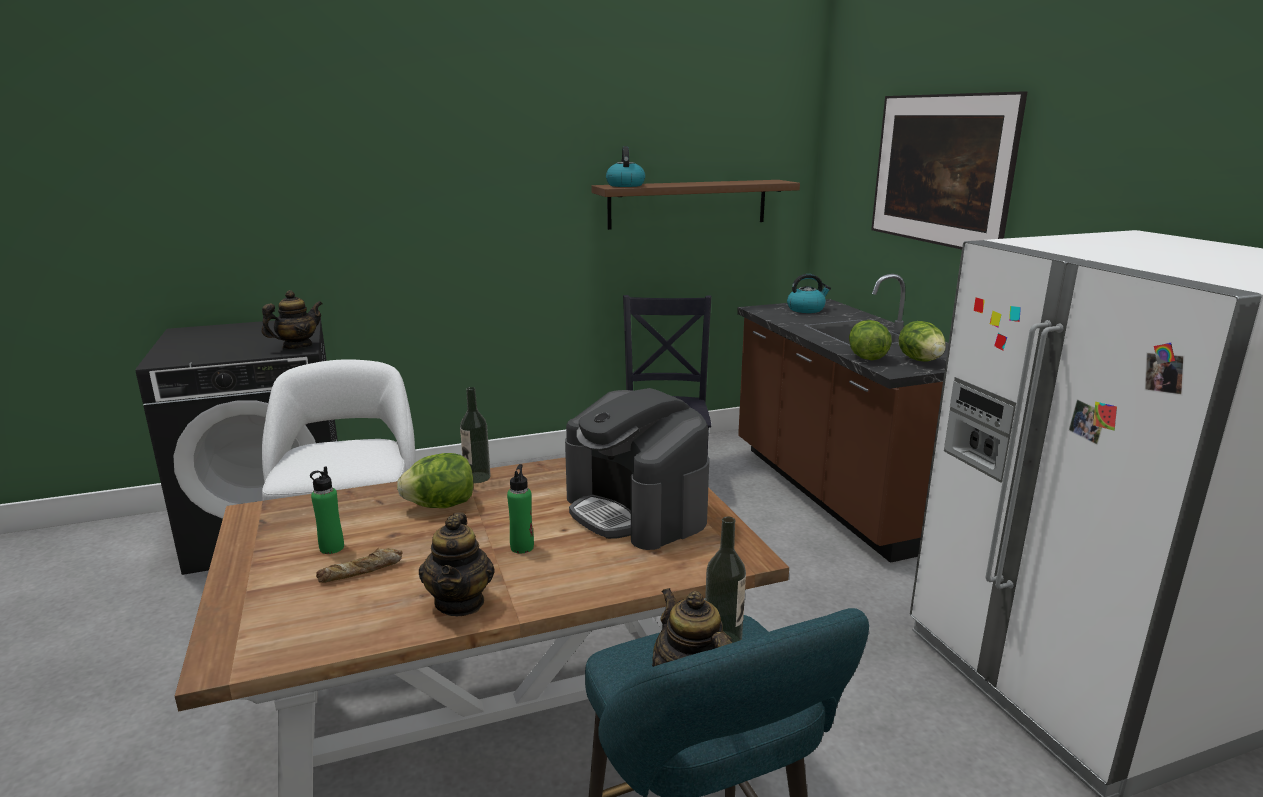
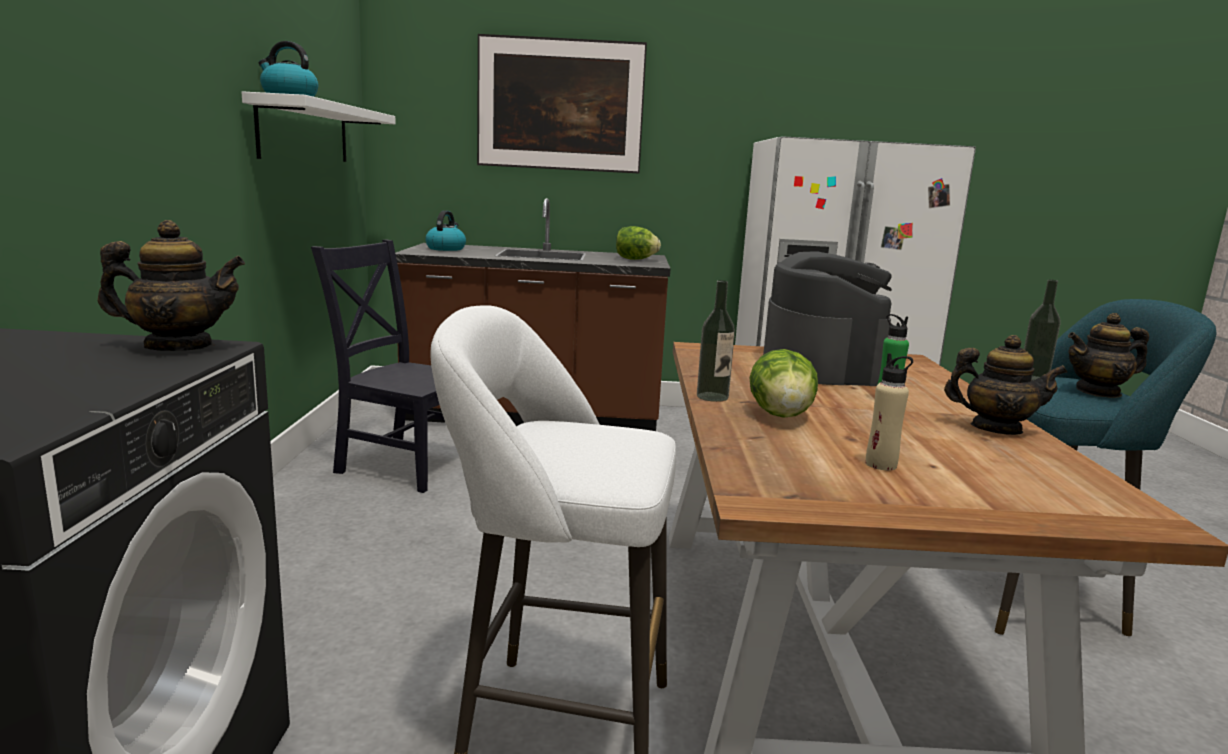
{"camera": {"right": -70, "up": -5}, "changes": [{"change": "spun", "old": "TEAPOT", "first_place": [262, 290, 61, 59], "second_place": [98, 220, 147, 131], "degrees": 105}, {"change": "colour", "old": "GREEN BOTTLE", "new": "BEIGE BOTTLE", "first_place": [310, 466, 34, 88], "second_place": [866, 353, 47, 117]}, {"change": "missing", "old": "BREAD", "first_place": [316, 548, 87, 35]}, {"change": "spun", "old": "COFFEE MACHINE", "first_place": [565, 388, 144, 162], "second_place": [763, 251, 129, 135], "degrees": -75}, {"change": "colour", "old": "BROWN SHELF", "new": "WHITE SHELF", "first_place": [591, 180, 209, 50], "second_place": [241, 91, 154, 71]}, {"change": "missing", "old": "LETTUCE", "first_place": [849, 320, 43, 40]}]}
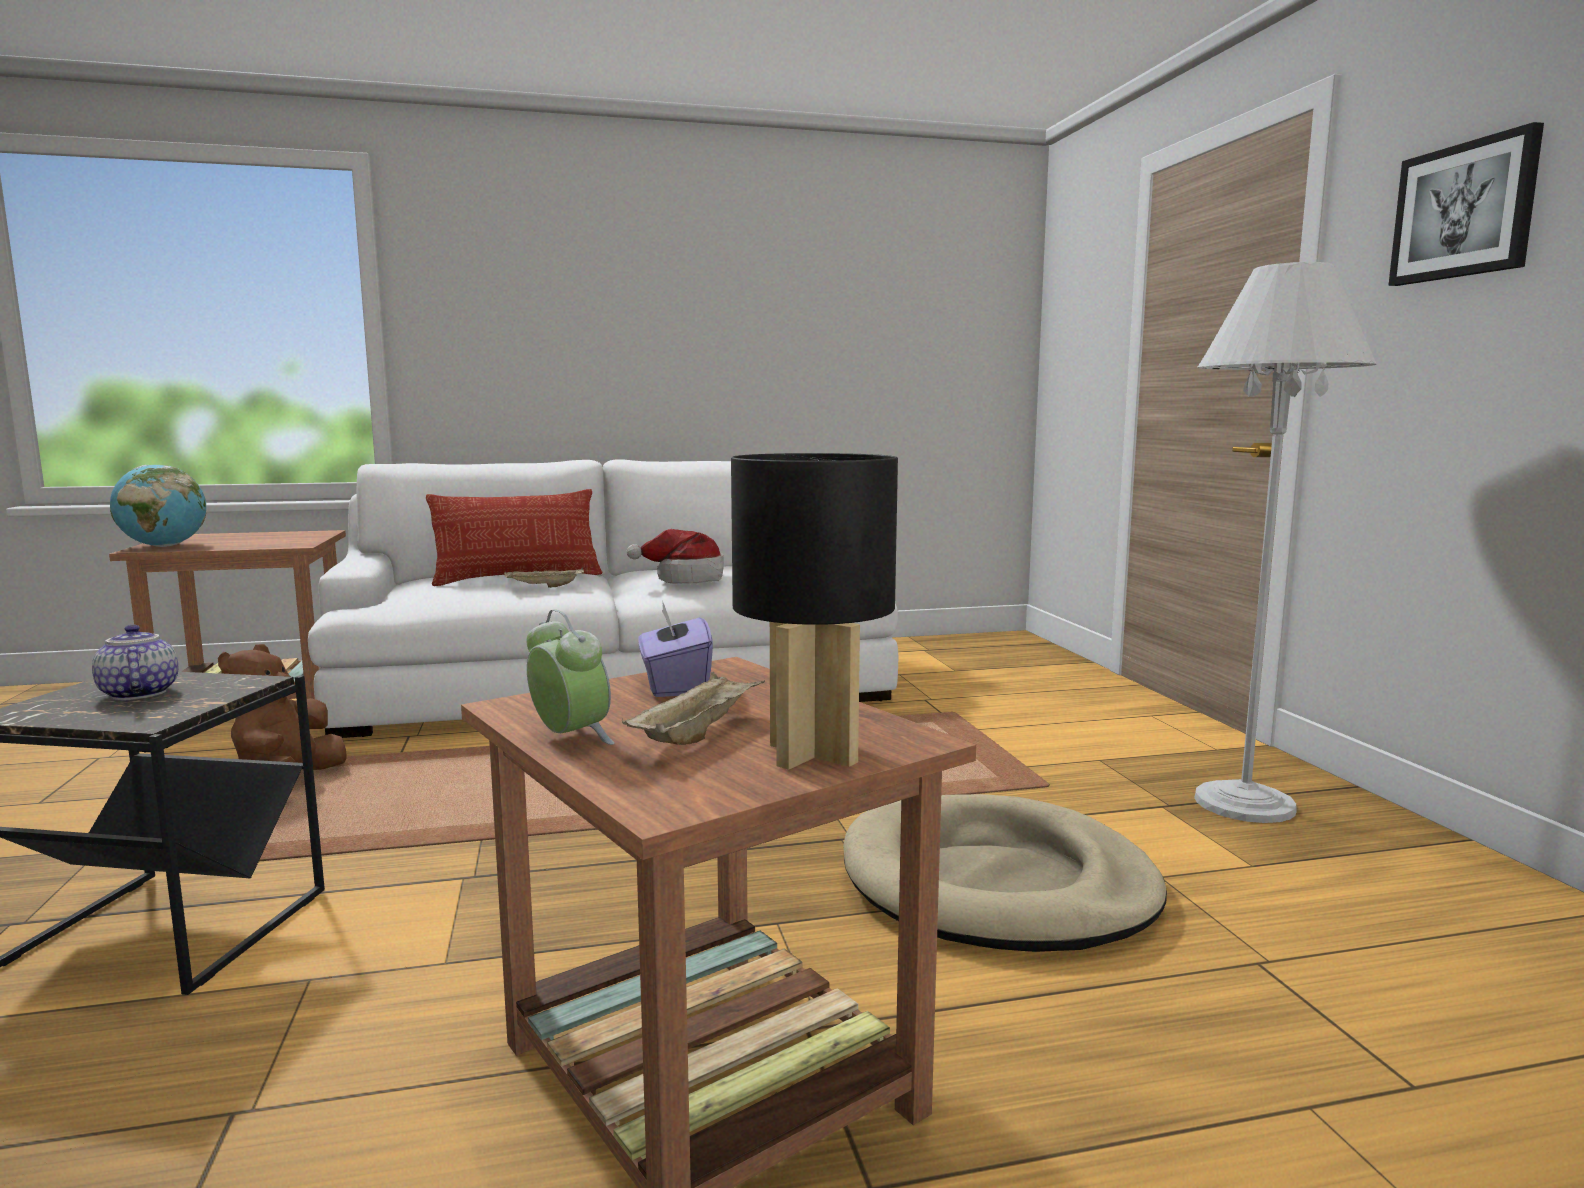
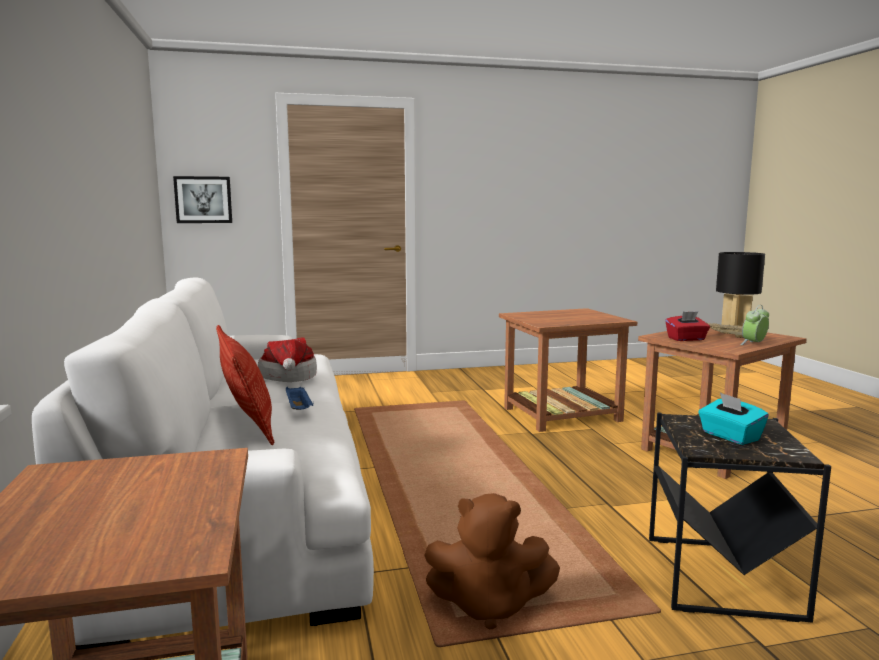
{"camera": {"right": -90, "up": 0}, "changes": [{"change": "exchanged", "old": "TEAPOT", "new": "TURQUOISE TISSUE BOX", "first_place": [92, 625, 86, 75], "second_place": [698, 392, 71, 53]}, {"change": "missing", "old": "GLOBE", "first_place": [110, 465, 96, 82]}, {"change": "colour", "old": "BEIGE TRAY", "new": "BLUE TRAY", "first_place": [504, 567, 80, 21], "second_place": [286, 387, 28, 23]}, {"change": "colour", "old": "PURPLE TISSUE BOX", "new": "RED TISSUE BOX", "first_place": [638, 601, 75, 96], "second_place": [665, 312, 45, 29]}, {"change": "exchanged", "old": "BEIGE DOG BED", "new": "BROWN SIDE TABLE", "first_place": [843, 794, 324, 158], "second_place": [499, 308, 138, 124]}, {"change": "missing", "old": "WHITE FLOOR LAMP", "first_place": [1194, 262, 183, 561]}, {"change": "relocated", "old": "PICTURE", "first_place": [1388, 122, 156, 164], "second_place": [173, 176, 59, 47]}]}
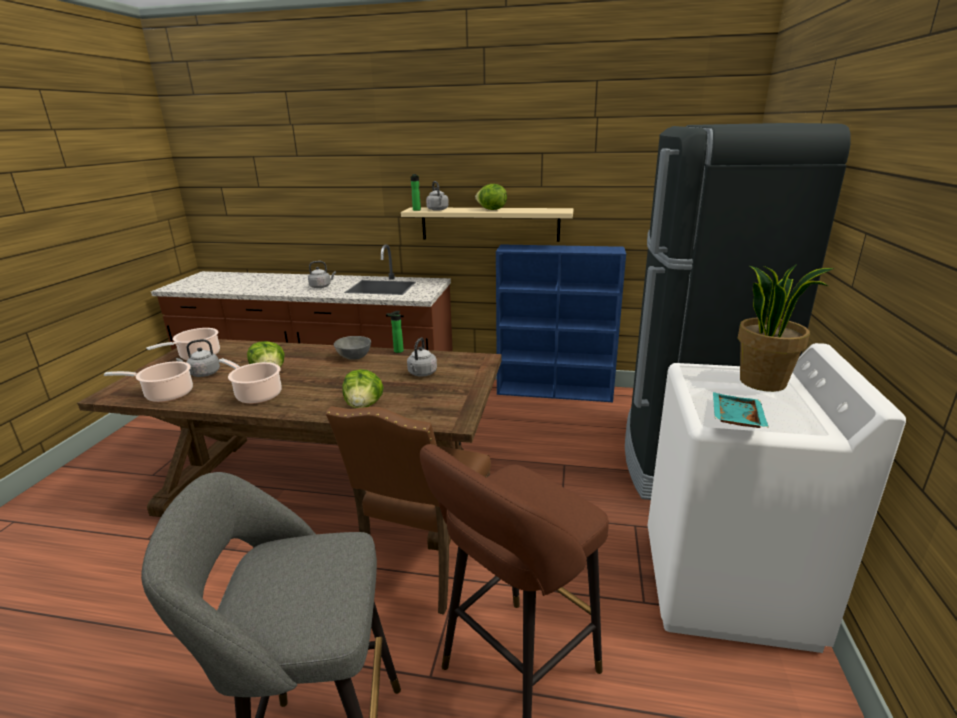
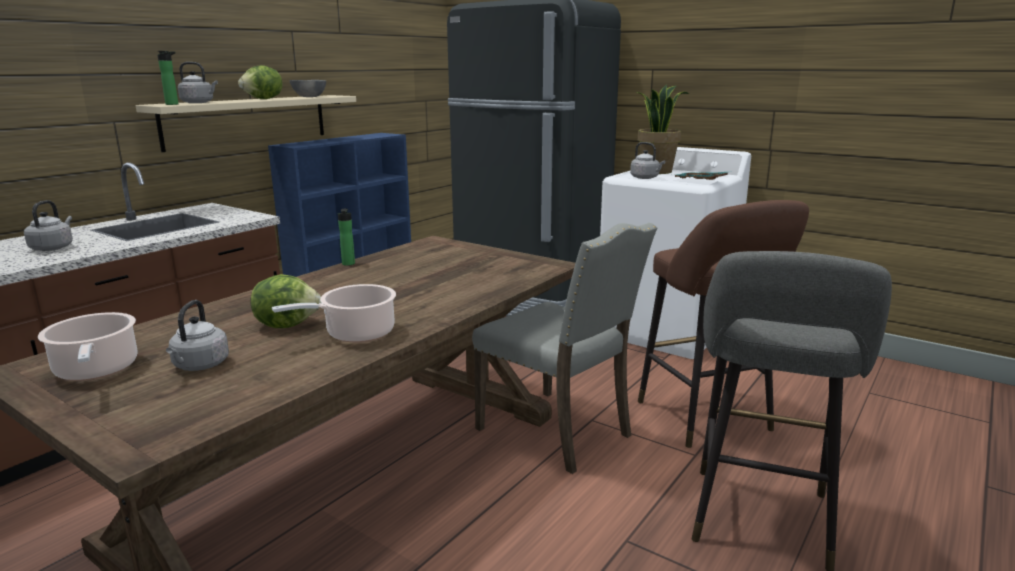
{"camera": {"right": -65, "up": -5}, "changes": [{"change": "missing", "old": "COOKING POT", "first_place": [104, 361, 89, 41]}, {"change": "colour", "old": "BROWN CHAIR", "new": "GREY CHAIR", "first_place": [326, 406, 165, 209], "second_place": [472, 223, 185, 251]}, {"change": "relocated", "old": "GREY BOWL", "first_place": [334, 336, 37, 24], "second_place": [289, 80, 37, 17]}, {"change": "missing", "old": "LETTUCE", "first_place": [343, 369, 41, 39]}, {"change": "relocated", "old": "GREY KETTLE", "first_place": [407, 337, 30, 40], "second_place": [630, 142, 35, 37]}]}
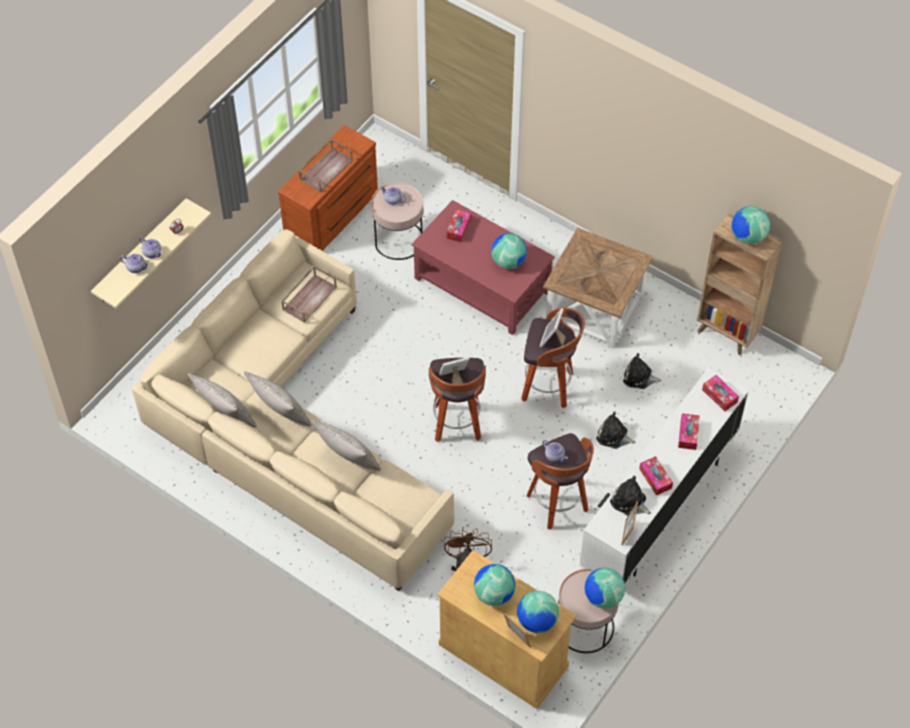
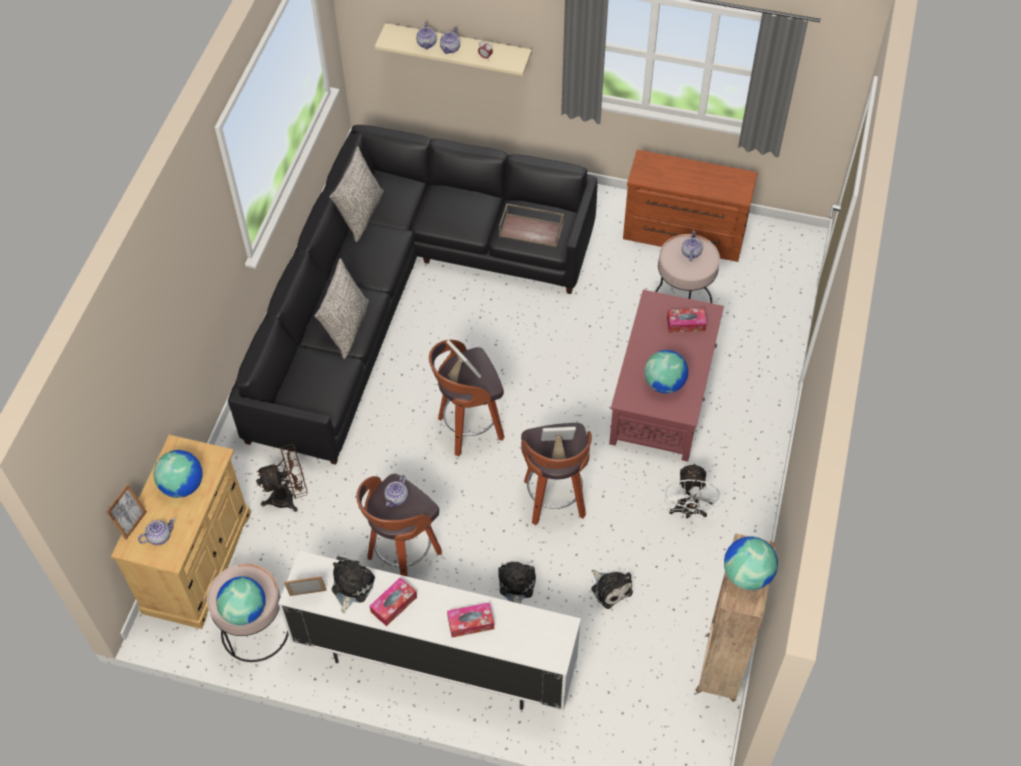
{"camera": {"right": 70, "up": 0}, "changes": [{"change": "colour", "old": "BEIGE SOFA", "new": "BLACK SOFA", "first_place": [132, 229, 322, 362], "second_place": [228, 125, 369, 340]}, {"change": "missing", "old": "GREY PILLOW", "first_place": [244, 371, 68, 56]}, {"change": "missing", "old": "BROWN TRAY", "first_place": [299, 139, 54, 53]}, {"change": "exchanged", "old": "GLOBE", "new": "TEAPOT", "first_place": [517, 591, 42, 42], "second_place": [138, 518, 37, 27]}, {"change": "exchanged", "old": "BROWN SIDE TABLE", "new": "WHITE FAN", "first_place": [543, 228, 110, 120], "second_place": [665, 462, 55, 56]}, {"change": "spun", "old": "PLUSH TOY", "first_place": [623, 353, 38, 36], "second_place": [591, 570, 42, 39], "degrees": 150}, {"change": "missing", "old": "TISSUE BOX", "first_place": [702, 375, 37, 36]}]}
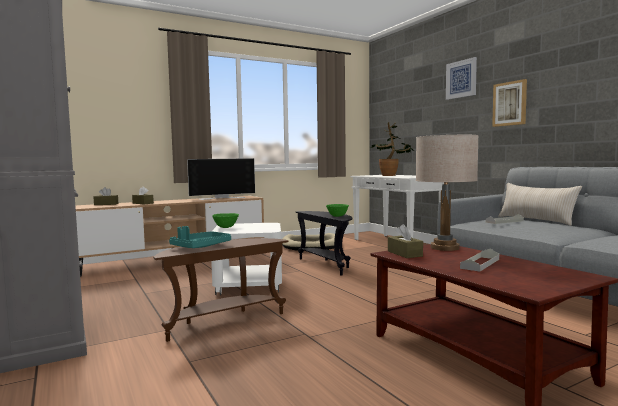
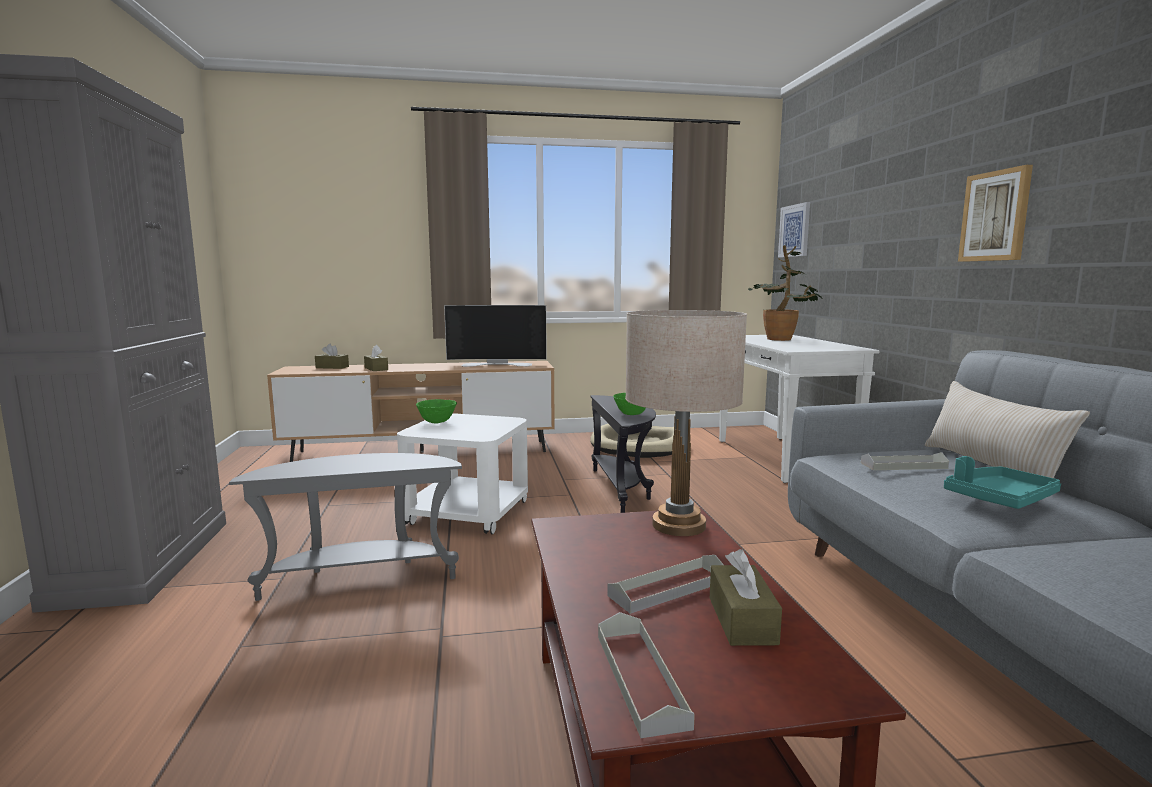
{"camera": {"right": 20, "up": 5}, "changes": [{"change": "colour", "old": "BROWN SIDE TABLE", "new": "GREY SIDE TABLE", "first_place": [153, 238, 136, 104], "second_place": [229, 453, 233, 148]}, {"change": "relocated", "old": "TURQUOISE TRAY", "first_place": [169, 226, 62, 22], "second_place": [944, 456, 117, 53]}, {"change": "relocated", "old": "BROWN TISSUE BOX", "first_place": [388, 224, 35, 34], "second_place": [710, 549, 72, 97]}, {"change": "relocated", "old": "PICTURE", "first_place": [446, 57, 31, 43], "second_place": [778, 202, 32, 55]}, {"change": "appeared", "new": "GREY TRAY", "second_place": [598, 612, 97, 126]}]}
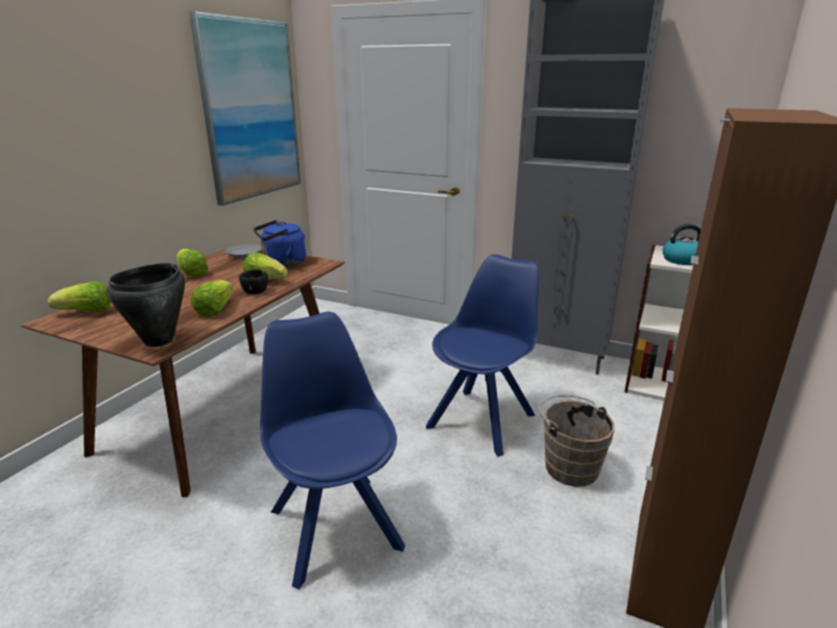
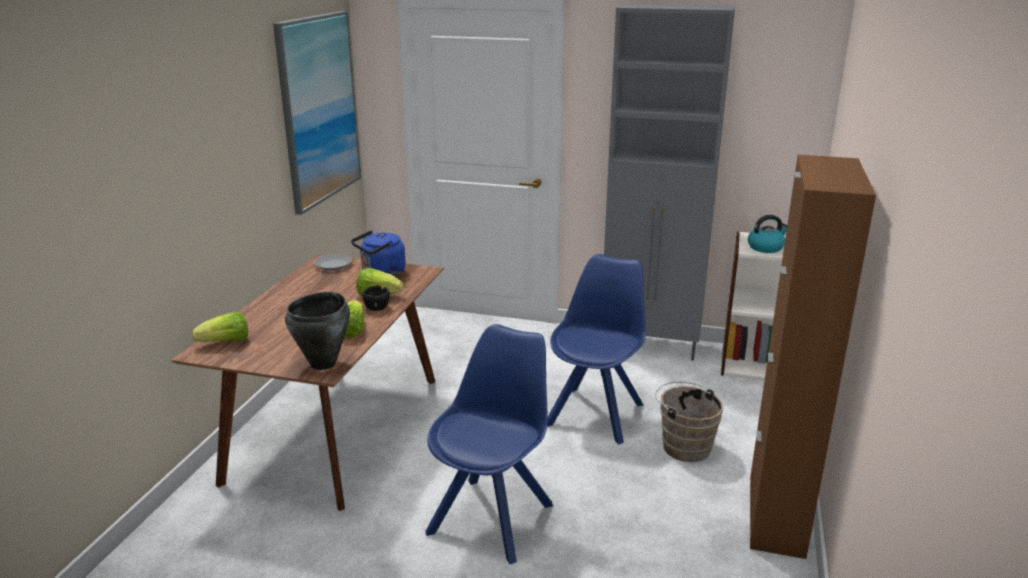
{"camera": {"right": -10, "up": 0}, "changes": [{"change": "missing", "old": "LETTUCE", "first_place": [176, 249, 32, 28]}, {"change": "spun", "old": "BLUE CHAIR", "first_place": [260, 312, 145, 277], "second_place": [425, 324, 128, 240], "degrees": 60}]}
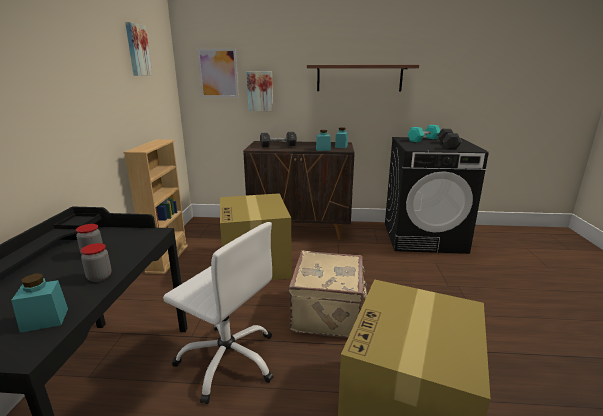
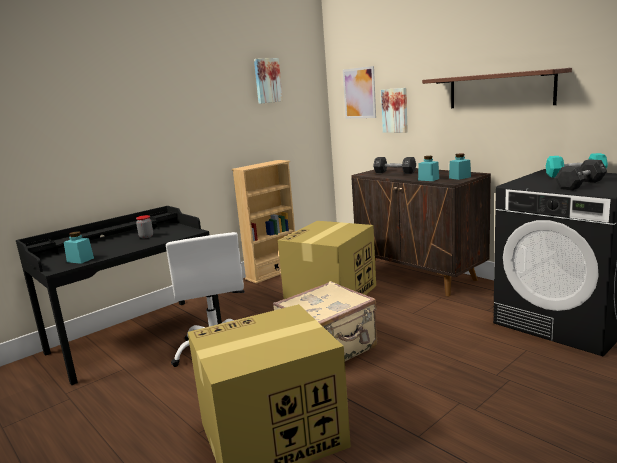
{"camera": {"right": 45, "up": -5}, "changes": [{"change": "missing", "old": "JAR", "first_place": [81, 243, 31, 39]}]}
